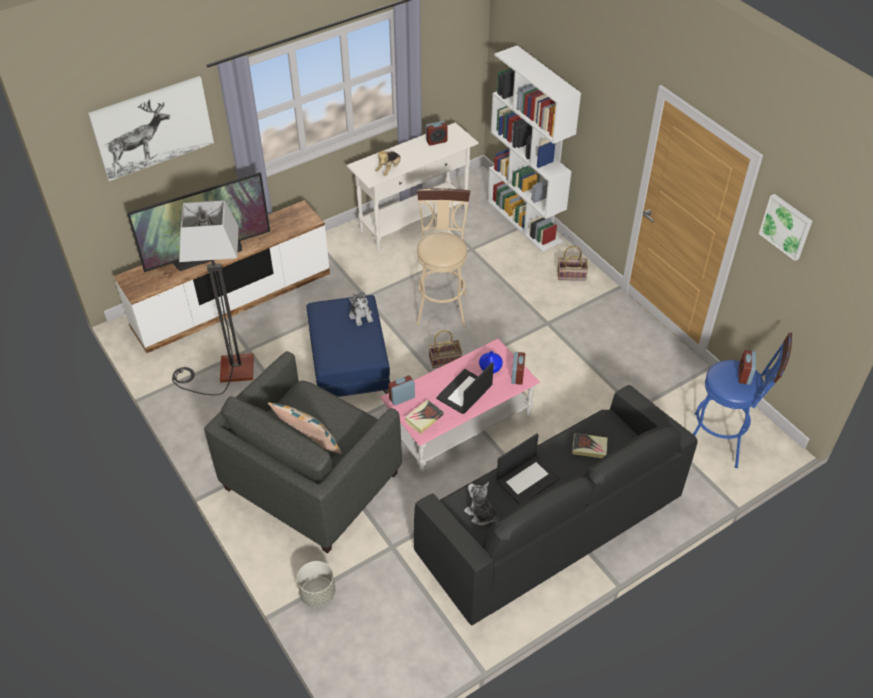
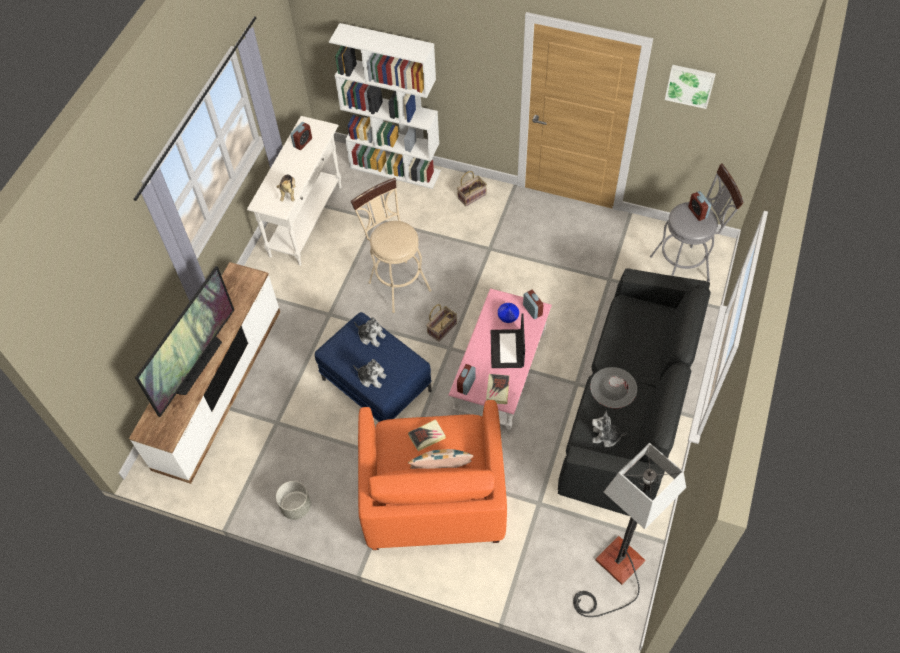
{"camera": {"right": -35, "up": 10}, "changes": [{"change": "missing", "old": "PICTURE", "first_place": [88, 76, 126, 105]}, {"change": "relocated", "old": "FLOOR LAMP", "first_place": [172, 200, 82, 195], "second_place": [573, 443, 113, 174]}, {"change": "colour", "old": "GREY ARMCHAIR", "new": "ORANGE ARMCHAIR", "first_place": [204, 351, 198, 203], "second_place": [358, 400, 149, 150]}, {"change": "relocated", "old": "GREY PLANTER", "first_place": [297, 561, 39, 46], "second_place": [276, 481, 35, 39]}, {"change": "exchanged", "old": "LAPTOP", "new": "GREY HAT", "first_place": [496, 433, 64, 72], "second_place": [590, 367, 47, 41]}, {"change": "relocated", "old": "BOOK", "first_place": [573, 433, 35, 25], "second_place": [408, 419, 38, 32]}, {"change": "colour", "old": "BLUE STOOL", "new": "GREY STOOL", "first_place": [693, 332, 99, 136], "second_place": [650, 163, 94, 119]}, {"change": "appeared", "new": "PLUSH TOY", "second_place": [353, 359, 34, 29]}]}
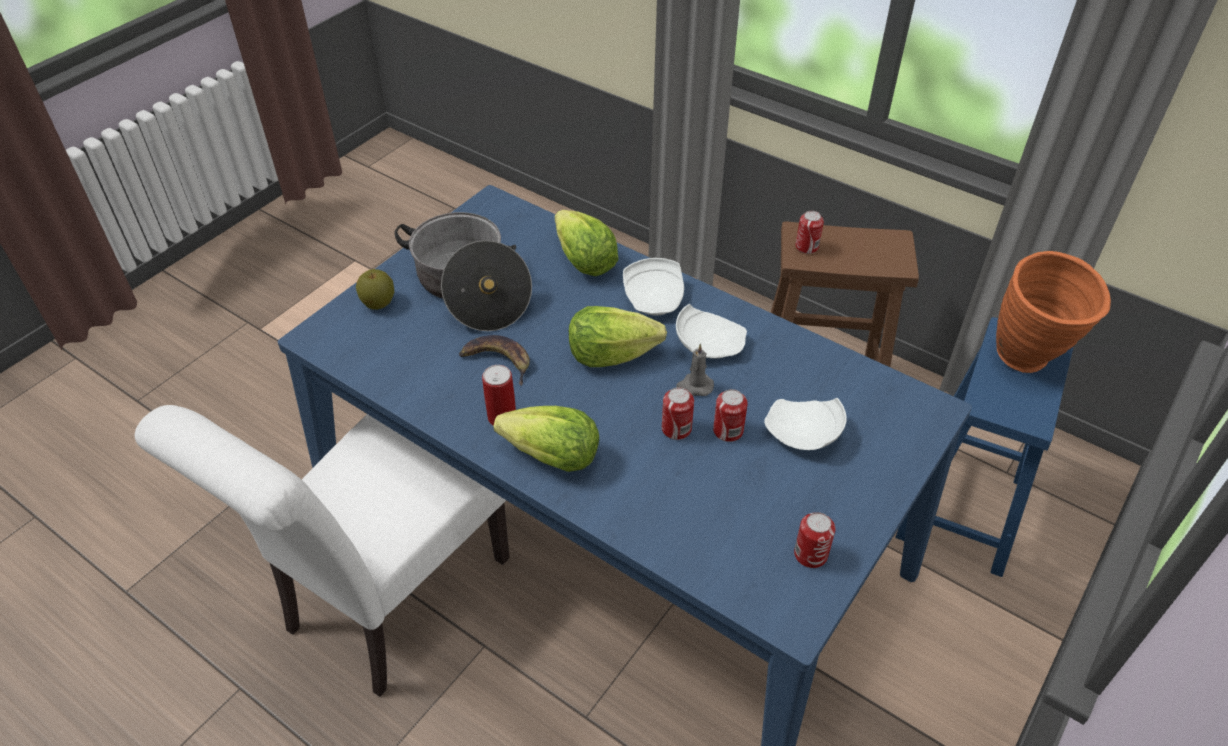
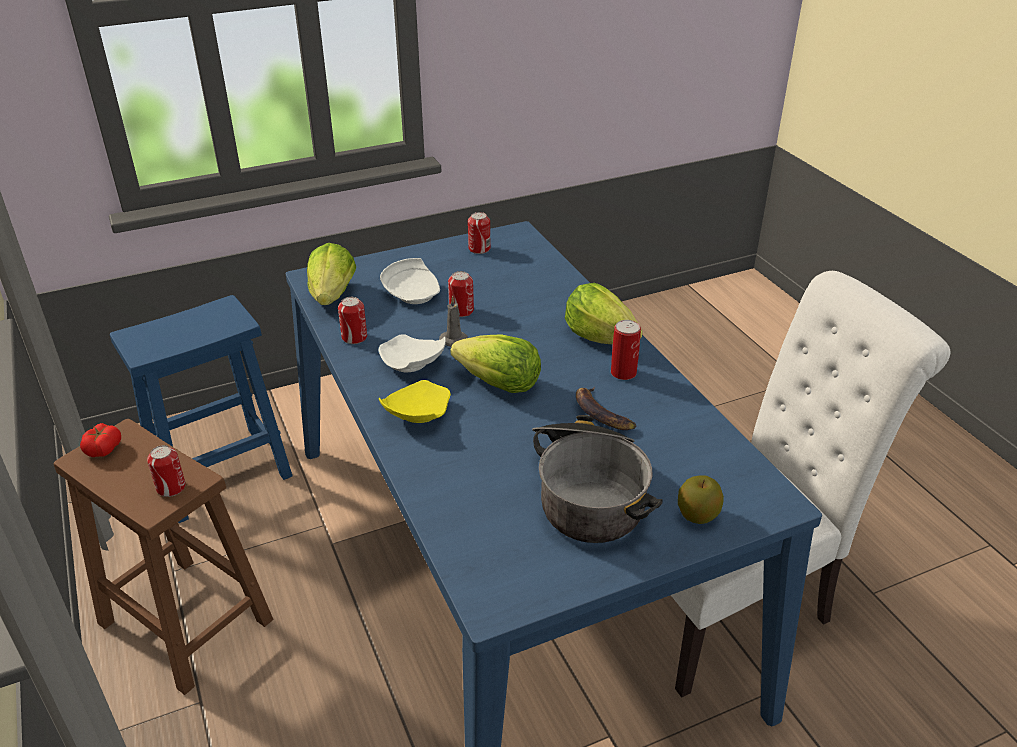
{"camera": {"right": -150, "up": -10}, "changes": [{"change": "relocated", "old": "LETTUCE", "first_place": [555, 210, 64, 66], "second_place": [307, 243, 49, 62]}, {"change": "colour", "old": "WHITE PLATE", "new": "YELLOW PLATE", "first_place": [623, 258, 61, 58], "second_place": [379, 380, 72, 43]}, {"change": "relocated", "old": "CAN", "first_place": [662, 387, 32, 53], "second_place": [338, 297, 29, 47]}, {"change": "missing", "old": "ORANGE VASE", "first_place": [996, 251, 115, 122]}, {"change": "appeared", "new": "TOMATO", "second_place": [80, 423, 41, 34]}]}
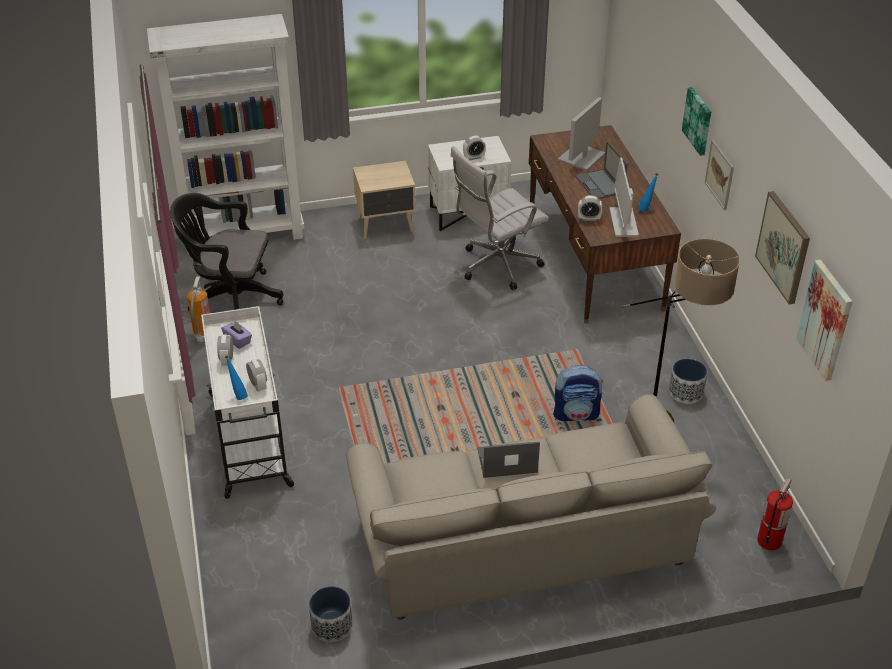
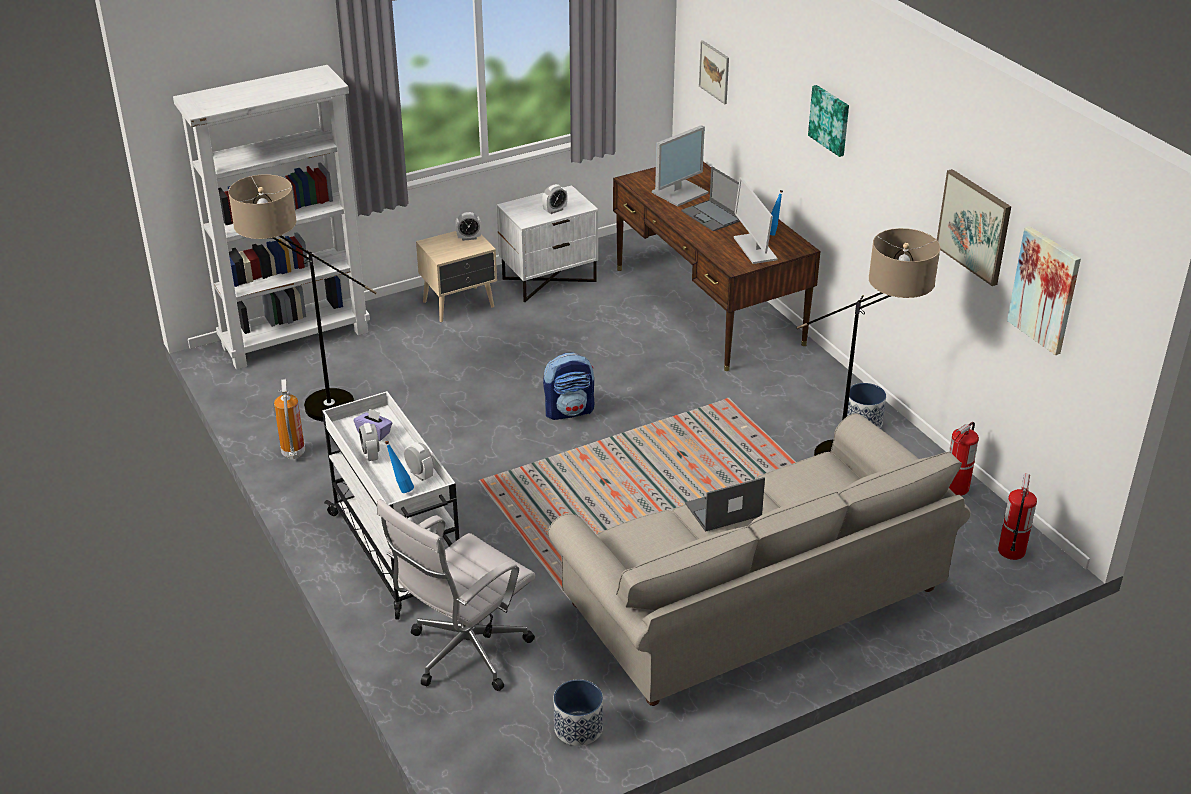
{"camera": {"right": -15, "up": -5}, "changes": [{"change": "exchanged", "old": "BLACK OFFICE CHAIR", "new": "FLOOR LAMP", "first_place": [170, 193, 113, 118], "second_place": [228, 174, 149, 247]}, {"change": "relocated", "old": "WHITE OFFICE CHAIR", "first_place": [450, 146, 99, 144], "second_place": [377, 499, 158, 192]}, {"change": "relocated", "old": "BACKPACK", "first_place": [554, 365, 49, 56], "second_place": [543, 353, 51, 67]}, {"change": "spun", "old": "MONITOR", "first_place": [558, 97, 47, 74], "second_place": [652, 125, 56, 82], "degrees": -150}, {"change": "relocated", "old": "ALARM CLOCK", "first_place": [578, 195, 24, 26], "second_place": [455, 212, 27, 29]}, {"change": "relocated", "old": "PICTURE", "first_place": [705, 140, 29, 70], "second_place": [699, 40, 30, 64]}, {"change": "appeared", "new": "FIRE EXTINGUISHER", "second_place": [949, 422, 30, 73]}]}
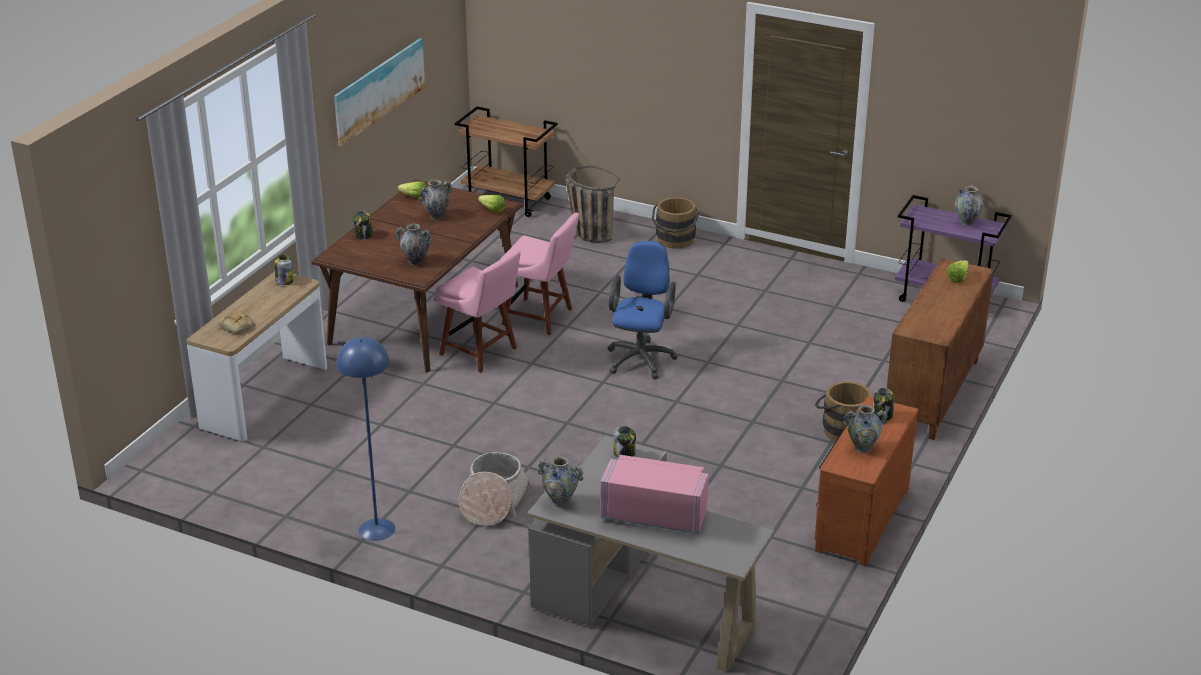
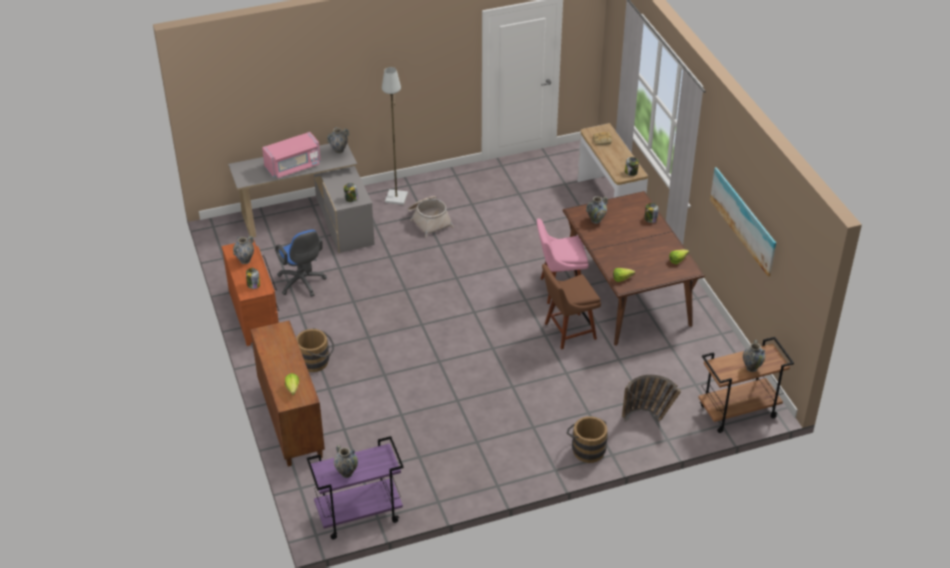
{"camera": {"right": 135, "up": 10}, "changes": [{"change": "missing", "old": "BLUE FLOOR LAMP", "first_place": [336, 337, 59, 204]}, {"change": "relocated", "old": "VASE", "first_place": [419, 180, 33, 40], "second_place": [743, 340, 22, 32]}, {"change": "colour", "old": "PINK CHAIR", "new": "BROWN CHAIR", "first_place": [500, 213, 79, 122], "second_place": [542, 264, 59, 85]}, {"change": "relocated", "old": "BLUE OFFICE CHAIR", "first_place": [608, 241, 70, 138], "second_place": [275, 230, 52, 67]}, {"change": "appeared", "new": "GREY FLOOR LAMP", "second_place": [382, 67, 26, 138]}]}
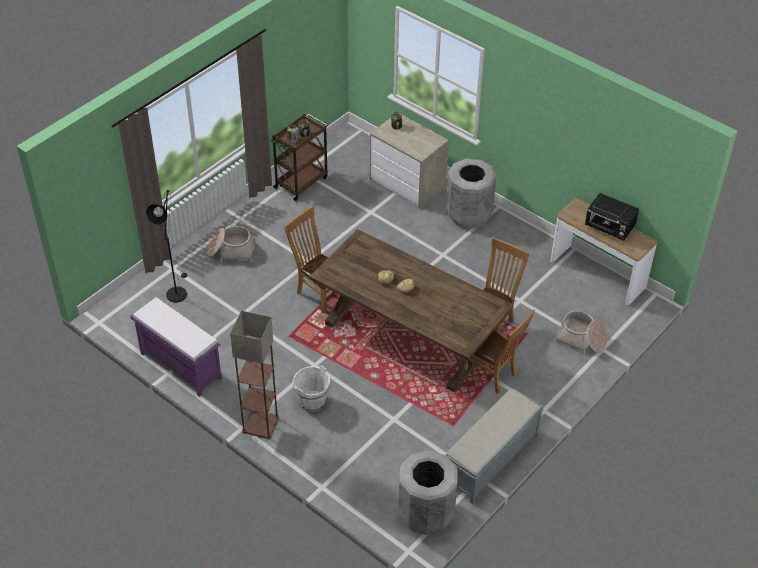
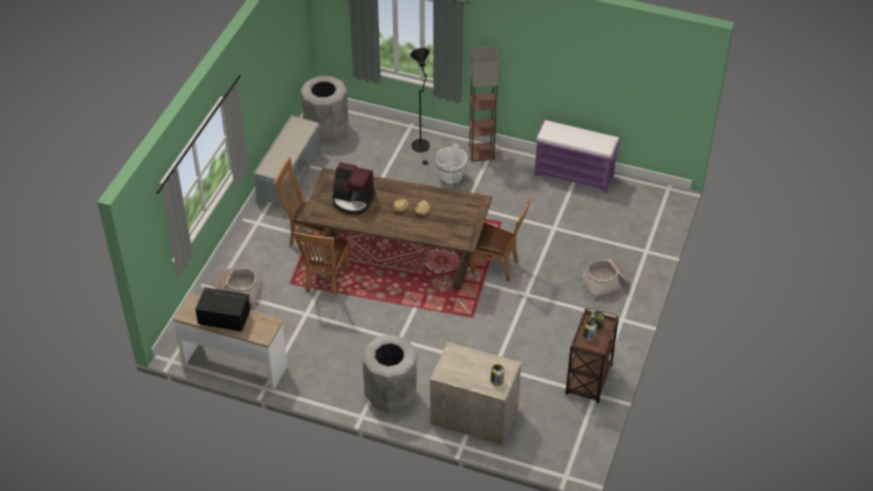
{"camera": {"right": 160, "up": 0}, "changes": [{"change": "relocated", "old": "BLACK FLOOR LAMP", "first_place": [146, 190, 41, 112], "second_place": [410, 48, 21, 118]}, {"change": "appeared", "new": "COFFEE MACHINE", "second_place": [332, 162, 44, 53]}]}
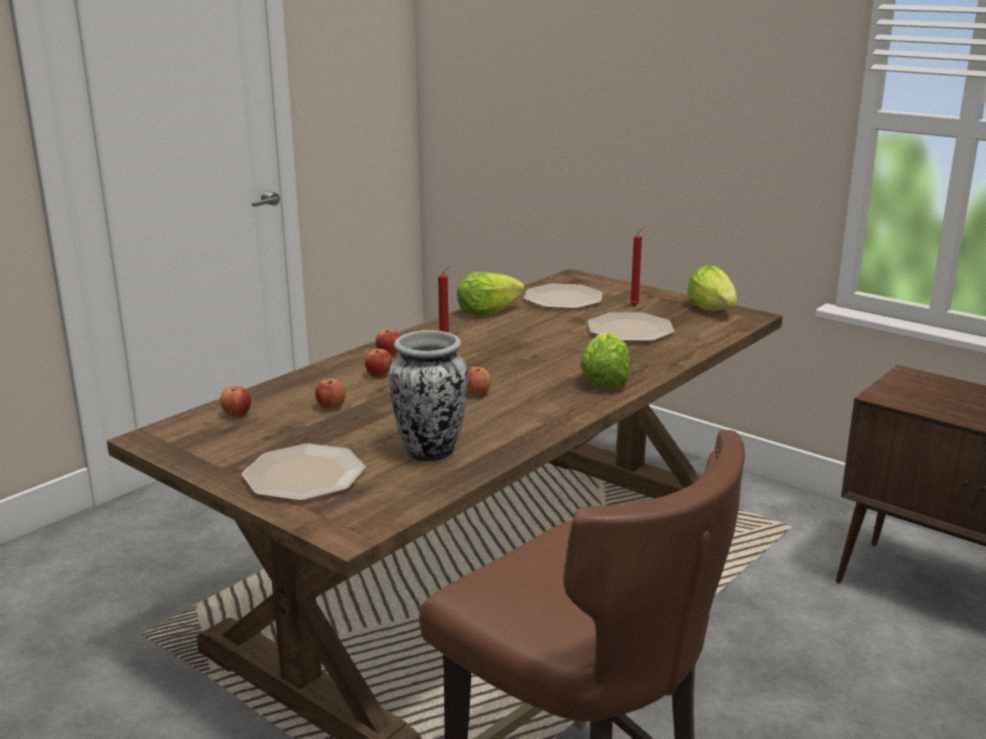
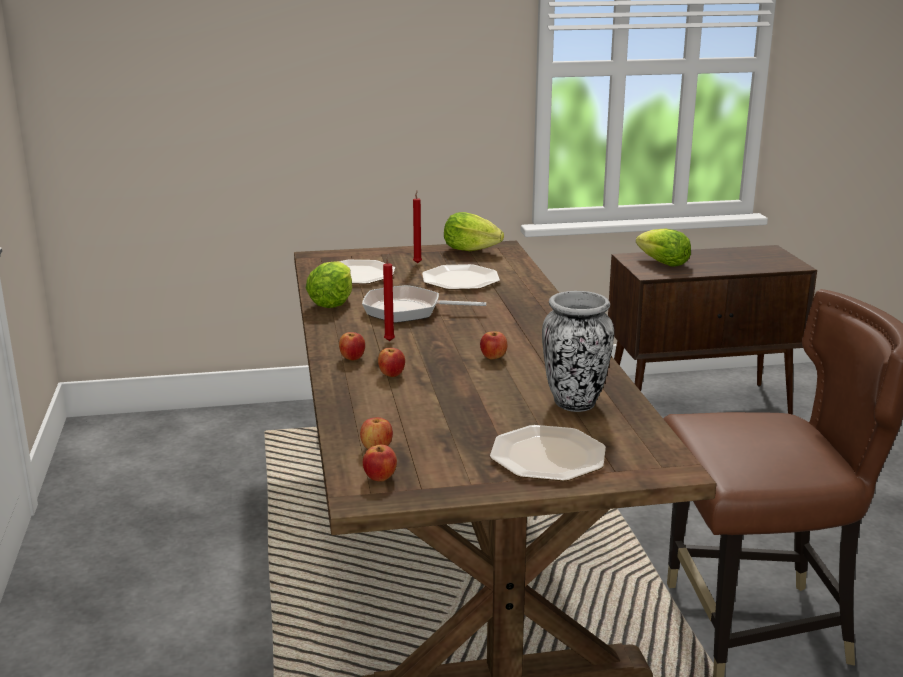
{"camera": {"right": -50, "up": 0}, "changes": [{"change": "relocated", "old": "APPLE", "first_place": [315, 379, 31, 31], "second_place": [363, 445, 34, 37]}, {"change": "relocated", "old": "LETTUCE", "first_place": [580, 332, 50, 57], "second_place": [636, 228, 55, 39]}, {"change": "appeared", "new": "FRYING PAN", "second_place": [362, 285, 124, 38]}]}
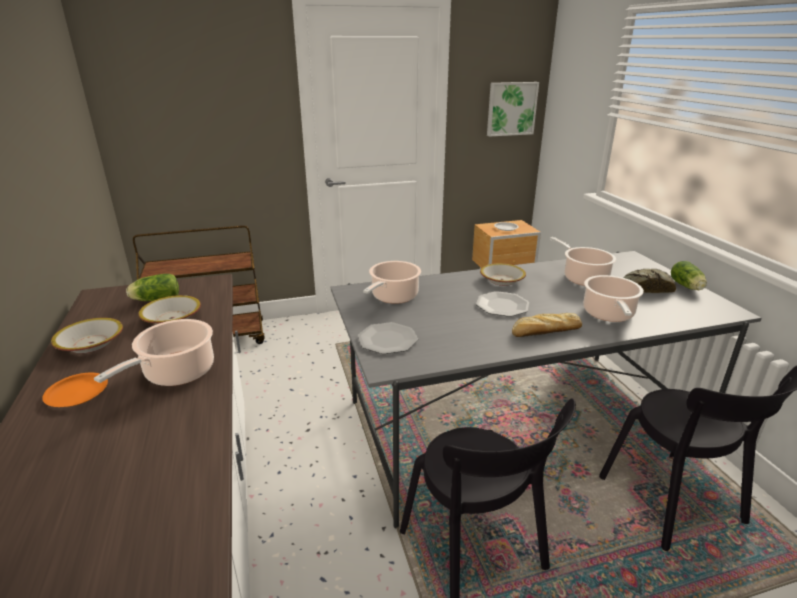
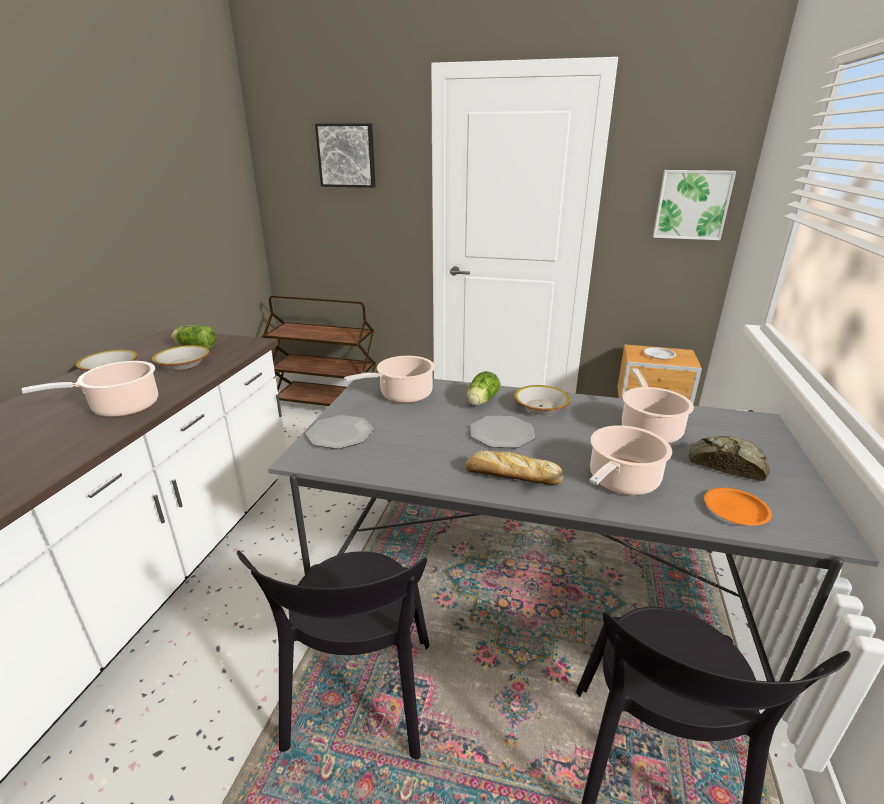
{"camera": {"right": 30, "up": 0}, "changes": [{"change": "relocated", "old": "ORANGE PLATE", "first_place": [42, 373, 66, 34], "second_place": [704, 488, 68, 38]}, {"change": "relocated", "old": "LETTUCE", "first_place": [671, 261, 36, 29], "second_place": [467, 371, 33, 35]}, {"change": "appeared", "new": "PICTURE", "second_place": [315, 123, 61, 65]}]}
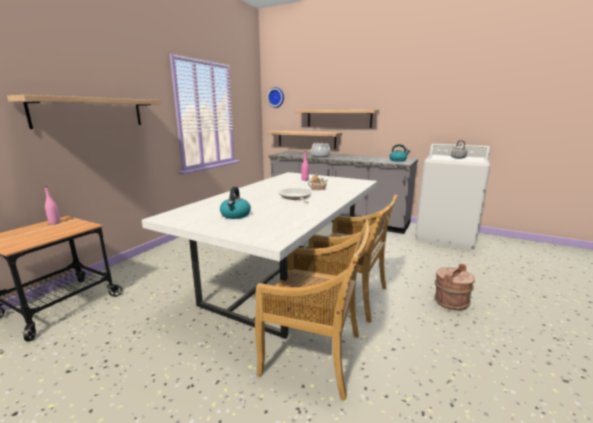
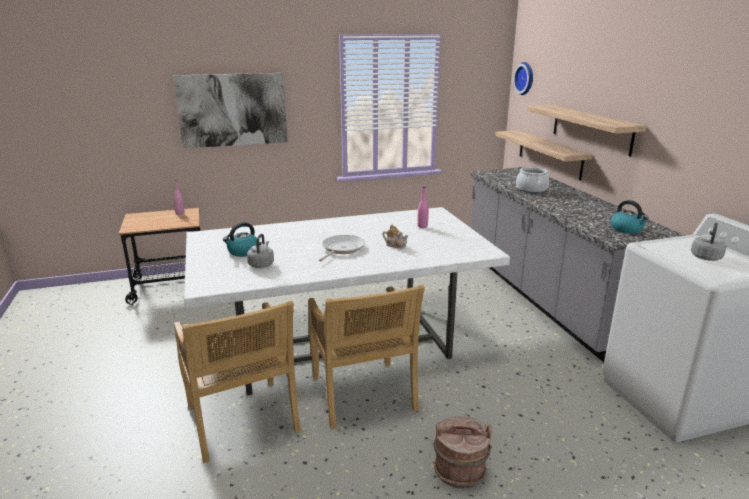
{"camera": {"right": 45, "up": 5}, "changes": [{"change": "exchanged", "old": "SHELF", "new": "PICTURE", "first_place": [7, 95, 155, 34], "second_place": [173, 73, 115, 75]}, {"change": "appeared", "new": "GREY KETTLE", "second_place": [247, 234, 27, 34]}]}
